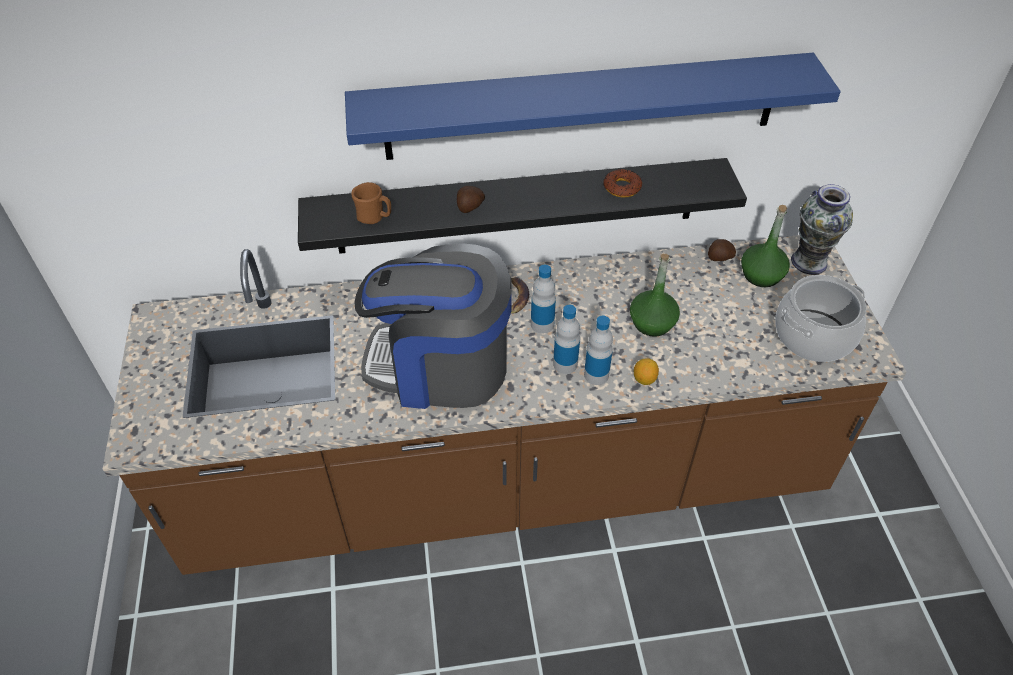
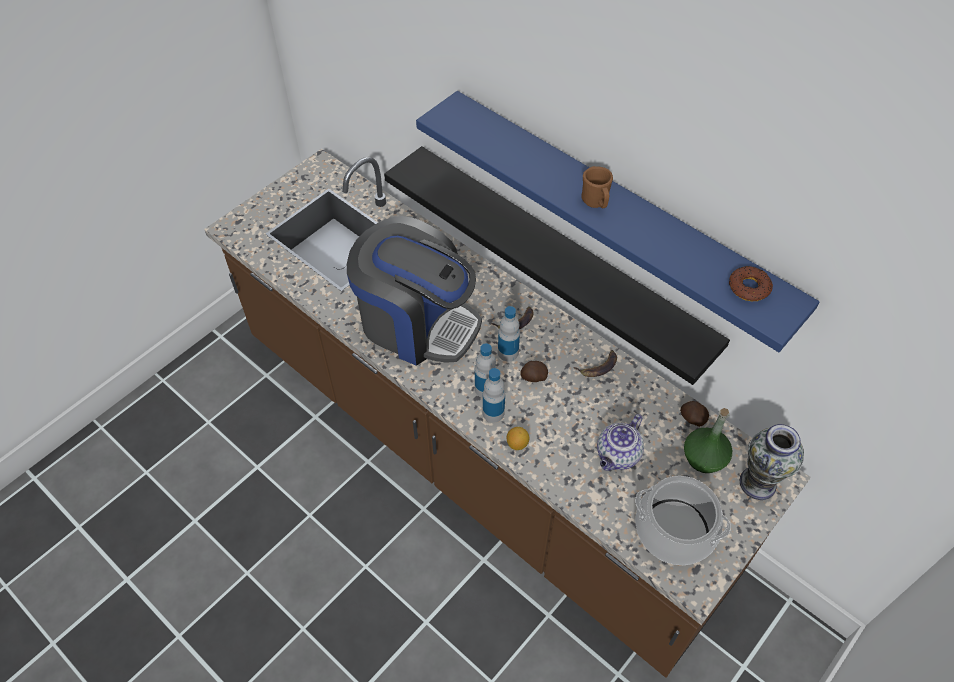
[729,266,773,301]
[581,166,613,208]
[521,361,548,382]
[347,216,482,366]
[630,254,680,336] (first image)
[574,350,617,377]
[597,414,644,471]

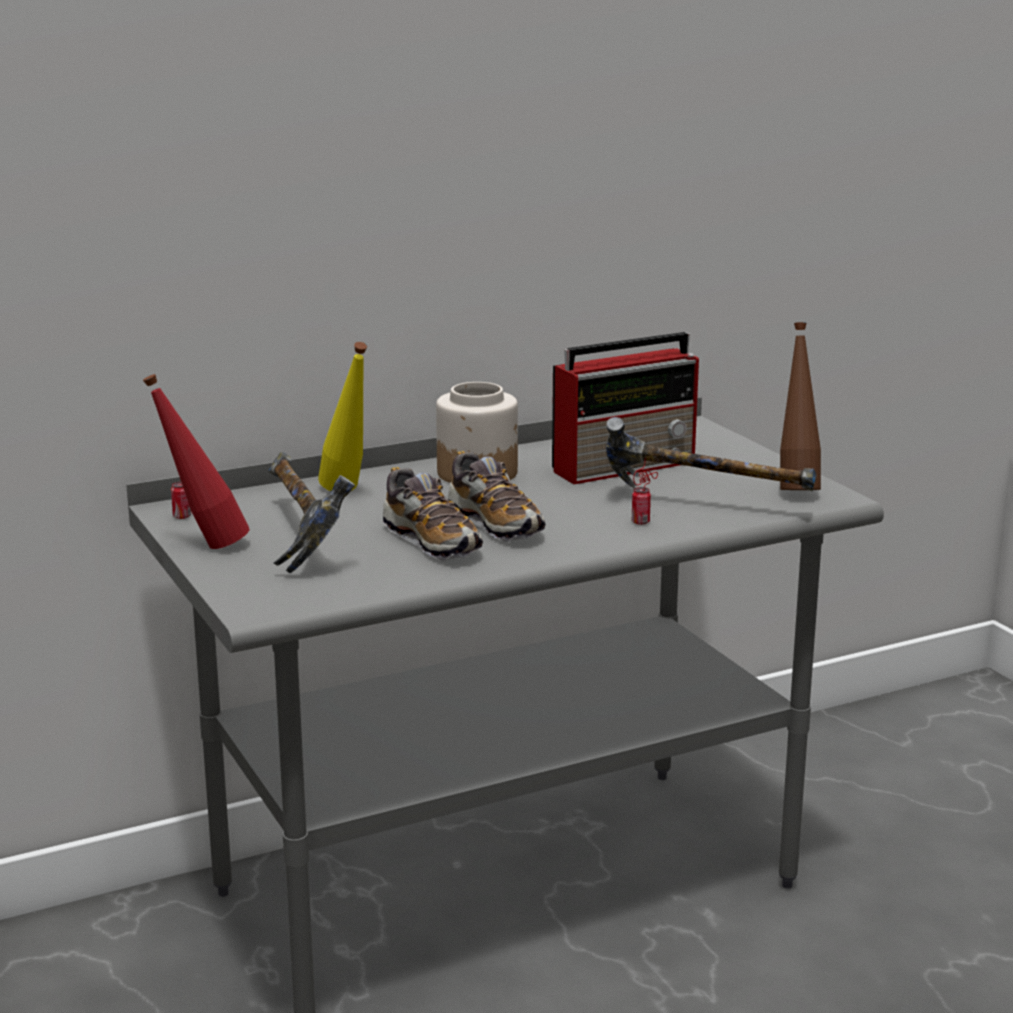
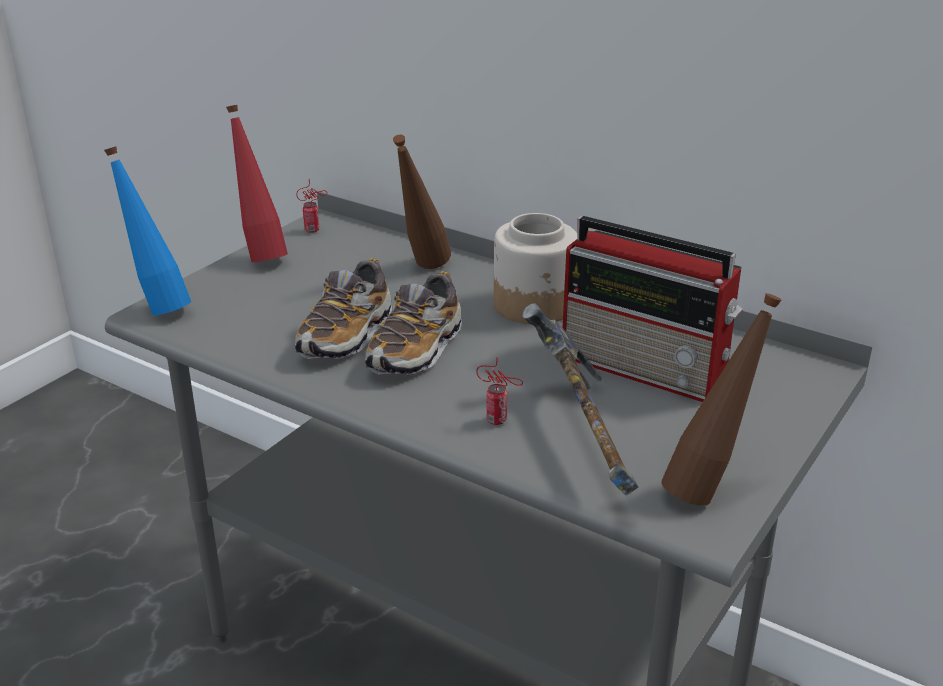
[393,135,451,269]
[268,452,355,573] (first image)
[104,146,191,316]

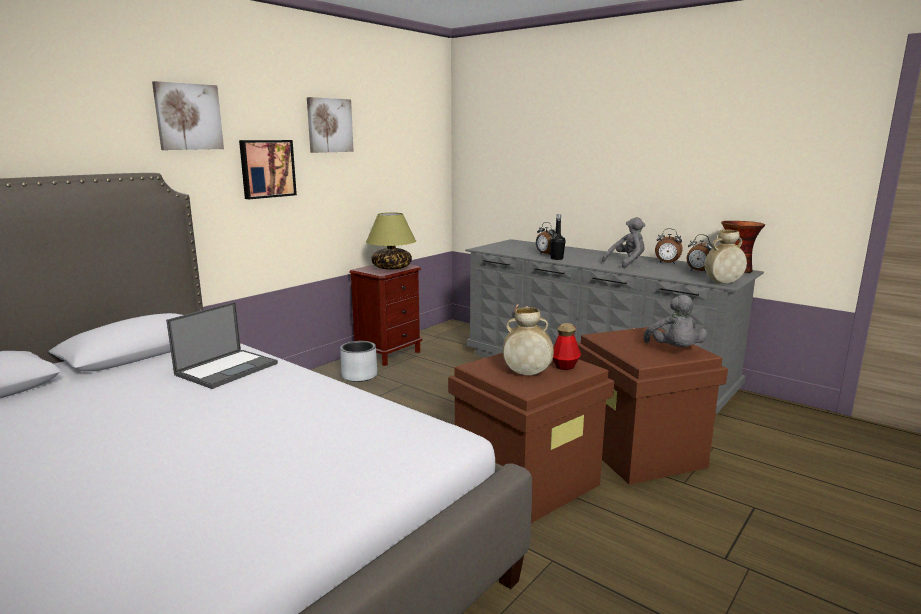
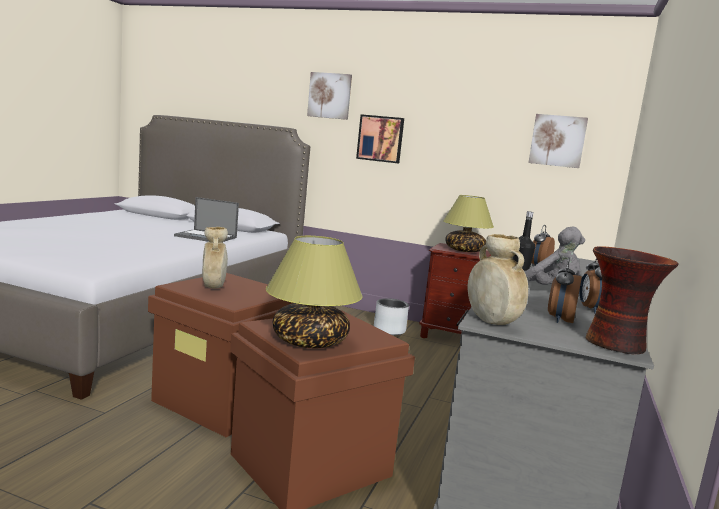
[528,114,588,168]
[266,236,362,348]
[553,323,581,370] (first image)

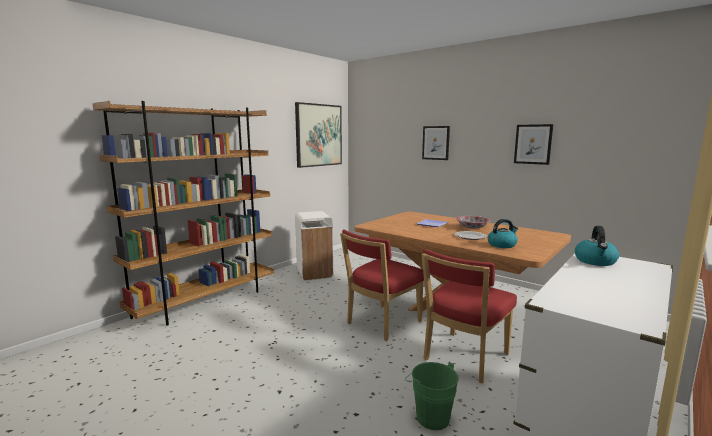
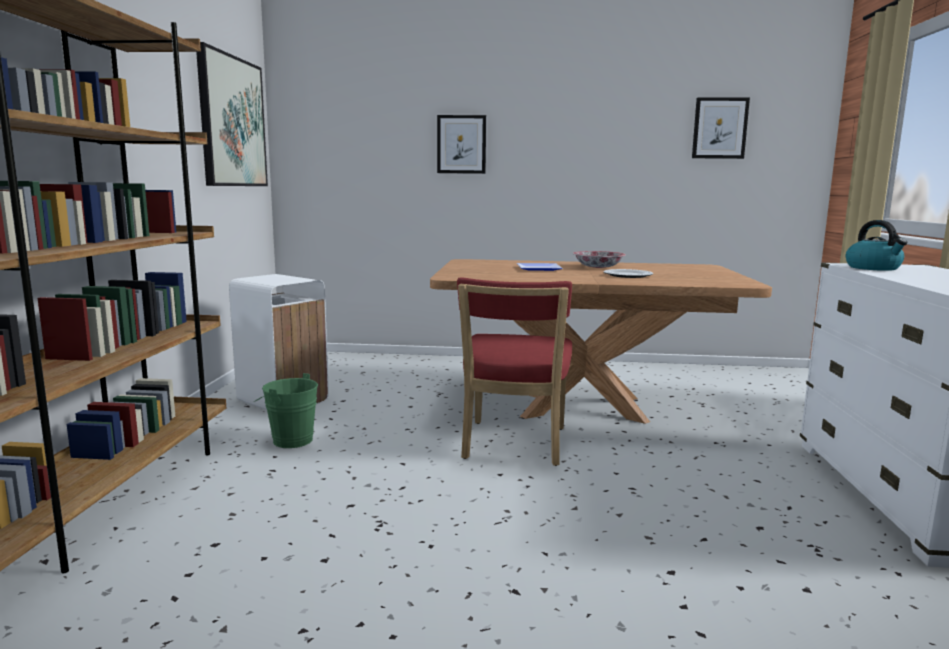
[692,98,750,159]
[488,219,518,248] (first image)
[422,249,517,383] (first image)
[254,373,318,448]

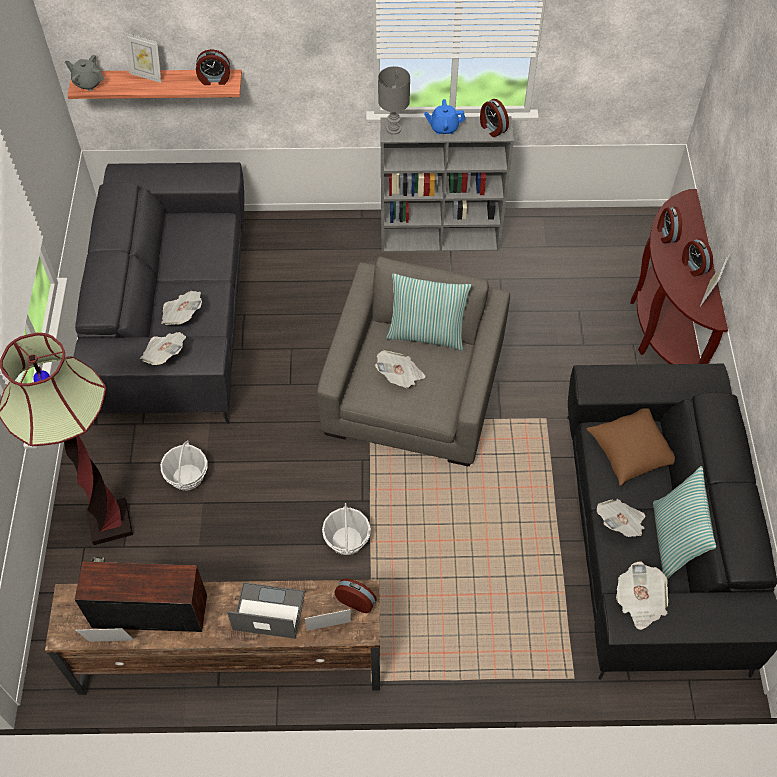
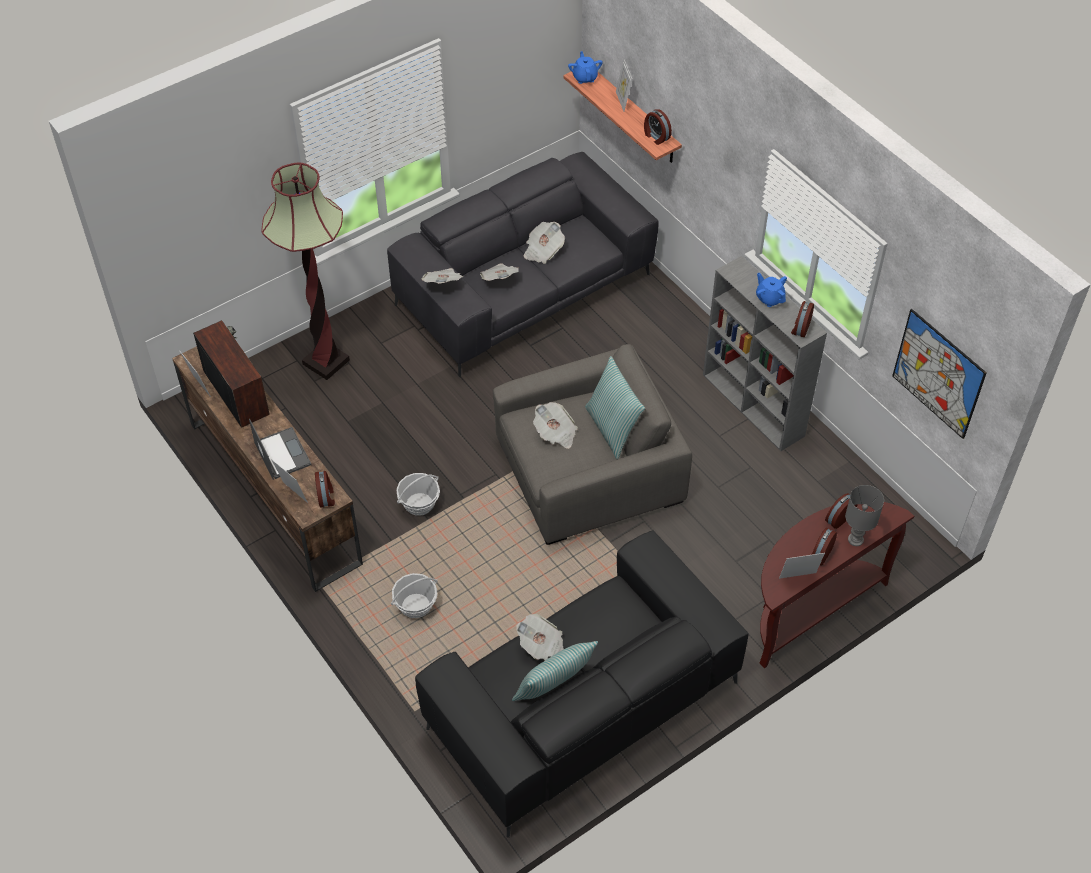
[568,51,603,84]
[845,485,884,546]
[586,408,675,486] (first image)
[391,573,437,618]
[524,222,565,264]
[892,309,987,439]

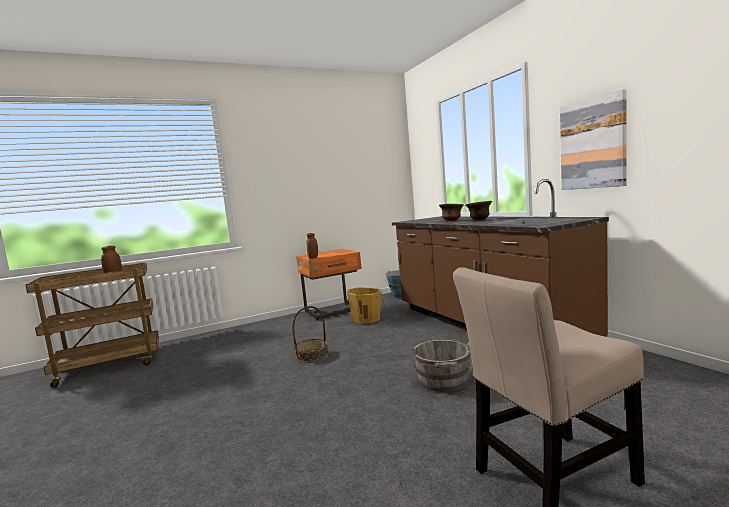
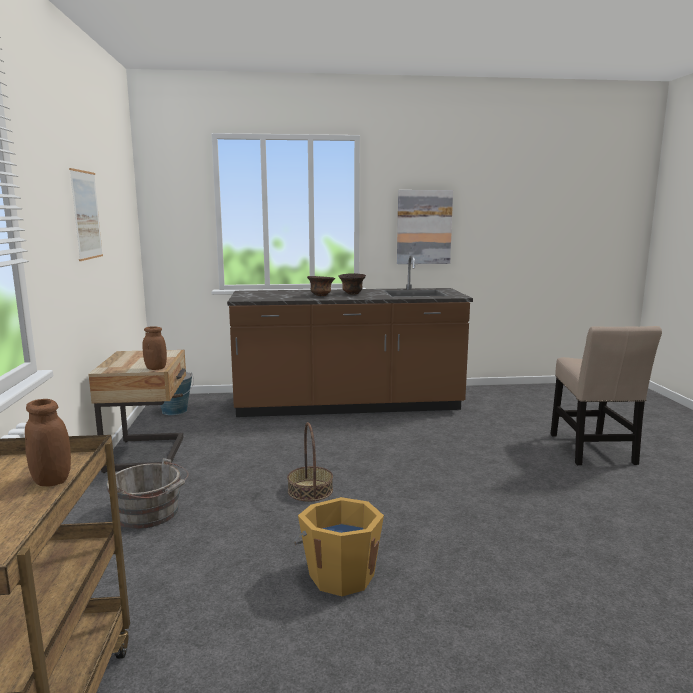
[88,350,186,473]
[294,497,384,596]
[106,458,189,529]
[69,168,103,261]

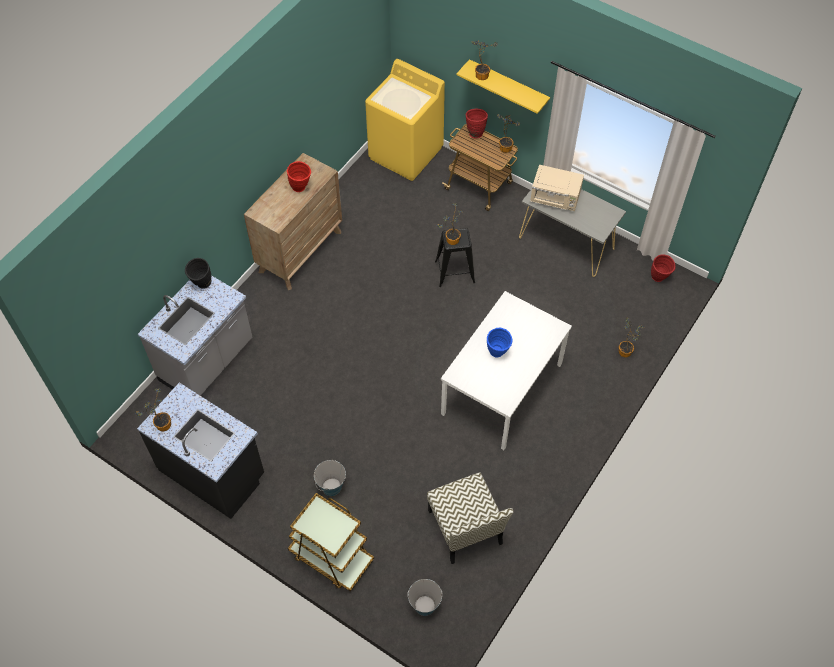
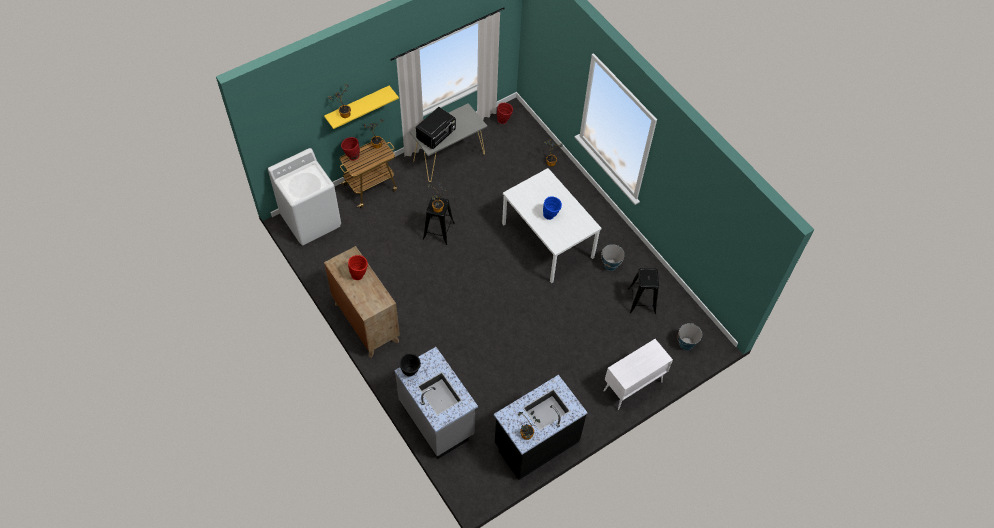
[268,148,341,245]
[416,107,456,149]
[601,244,625,271]
[628,268,659,314]
[604,339,673,410]

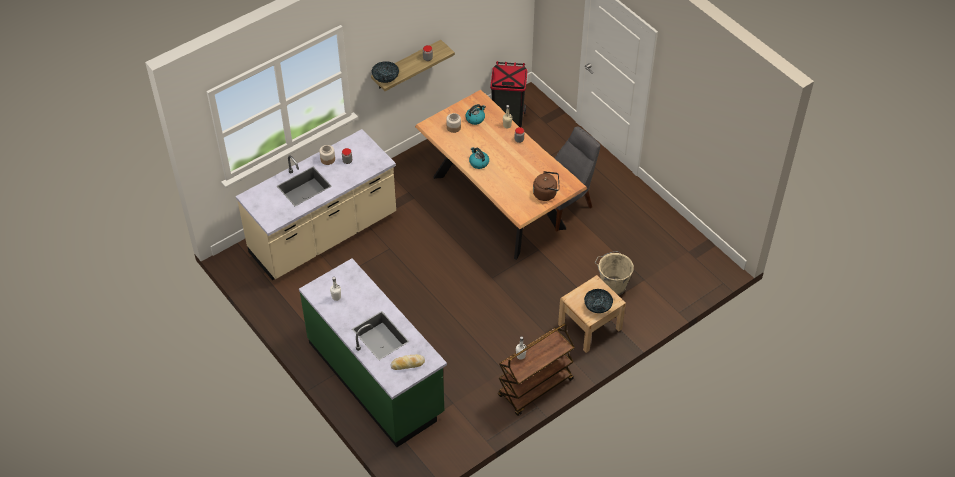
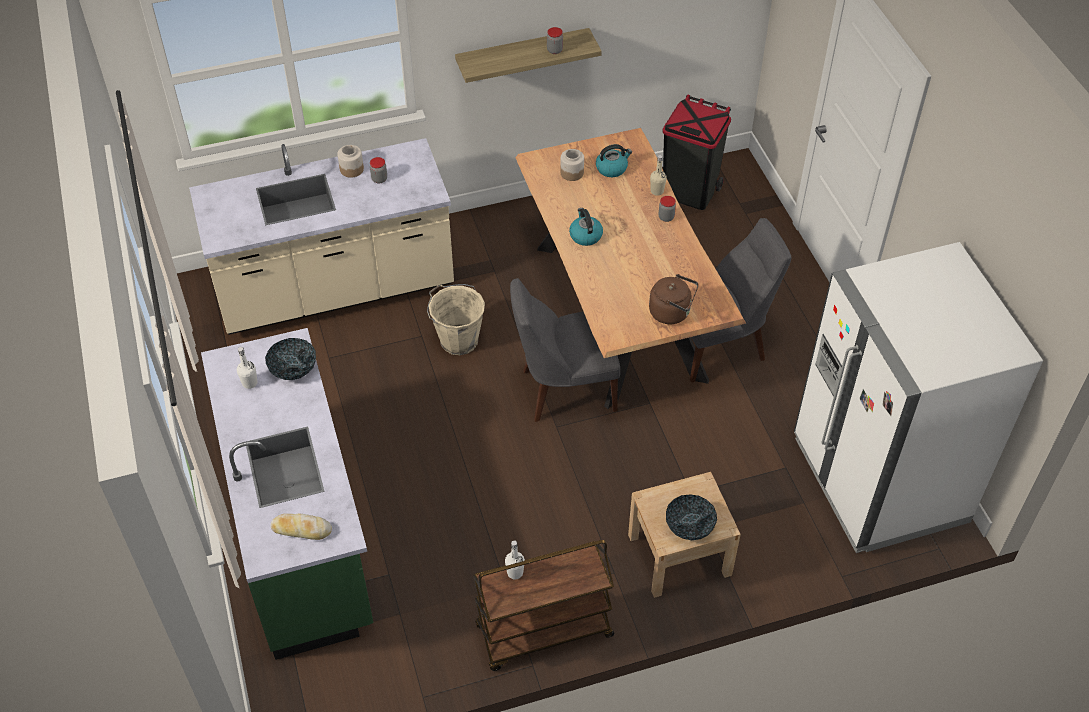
[265,338,316,380]
[427,284,485,355]
[794,242,1043,553]
[510,278,620,422]

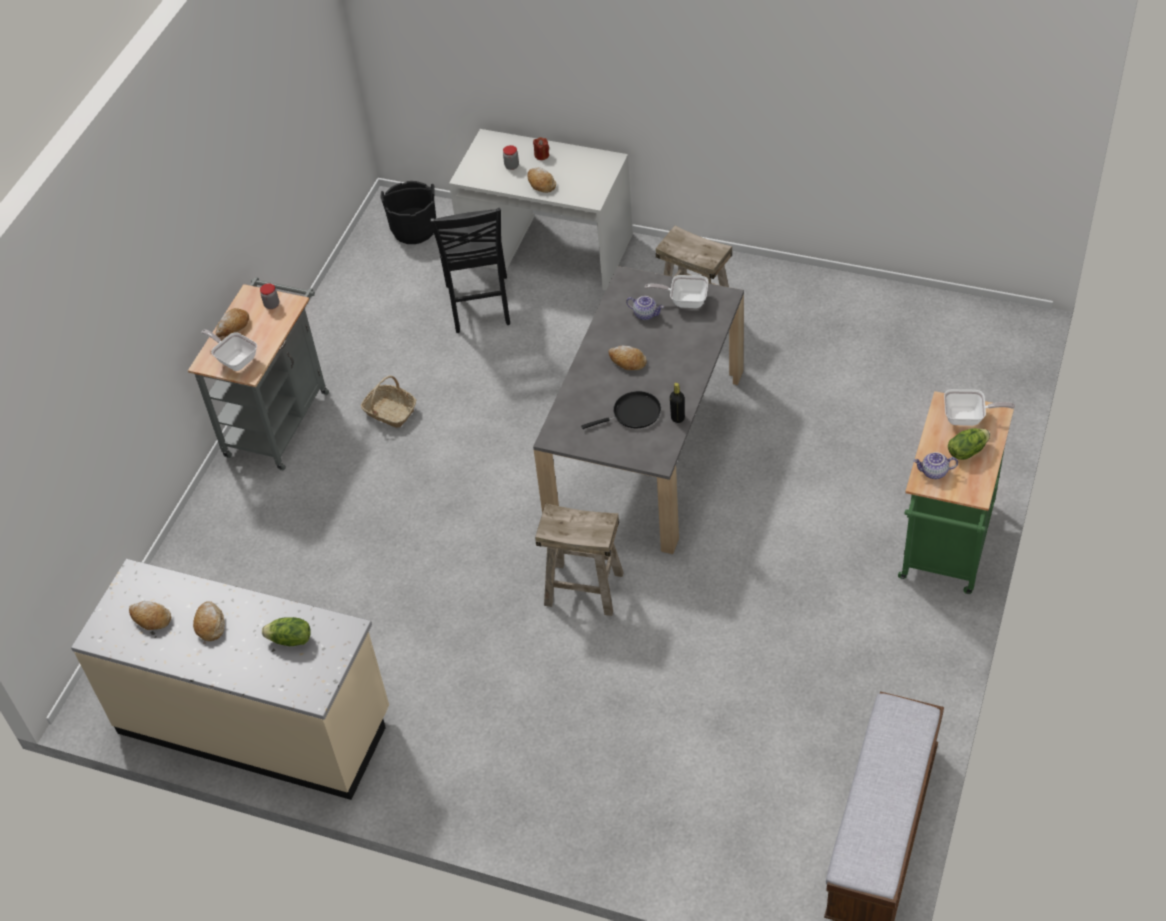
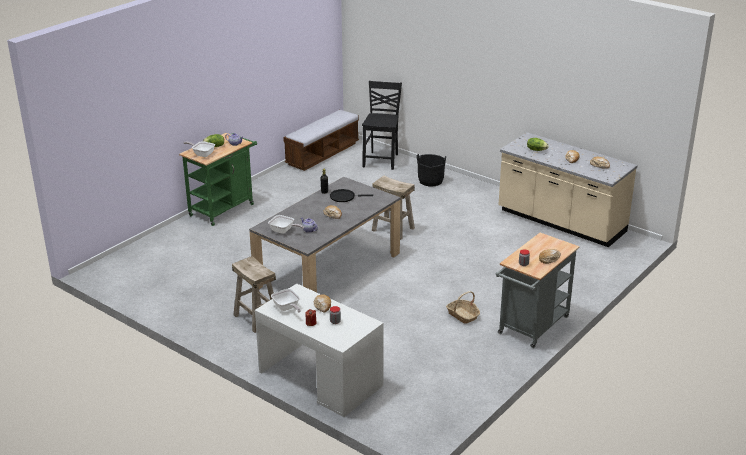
[416,154,446,187]
[362,81,402,170]
[271,289,301,313]

